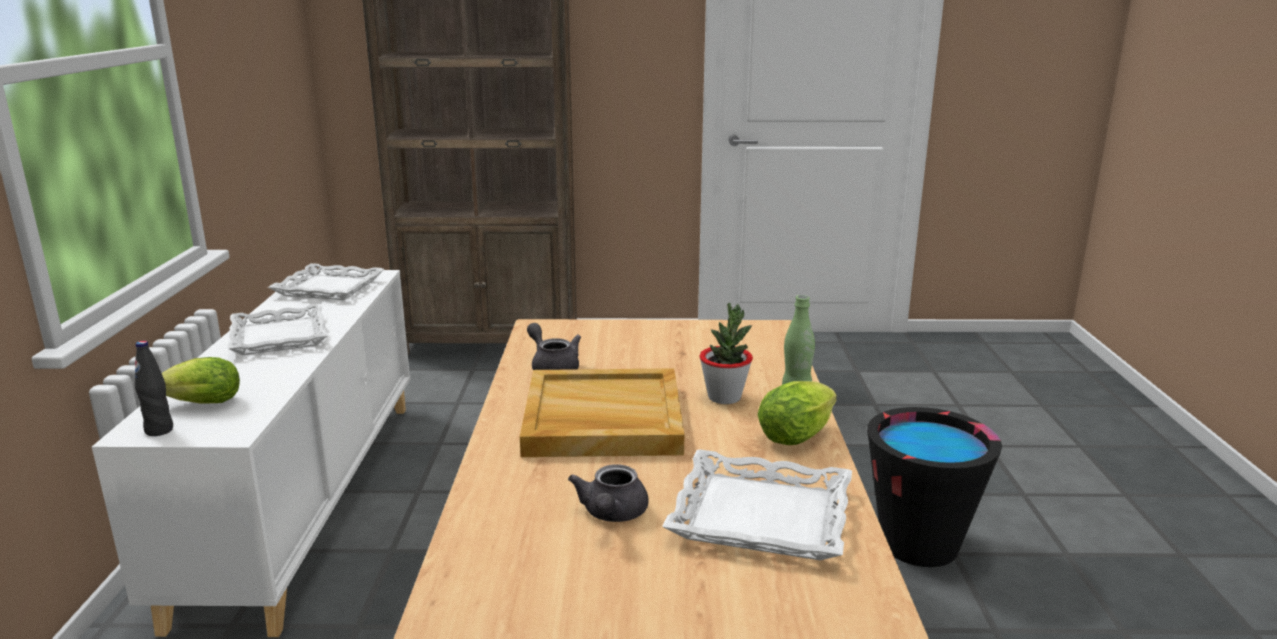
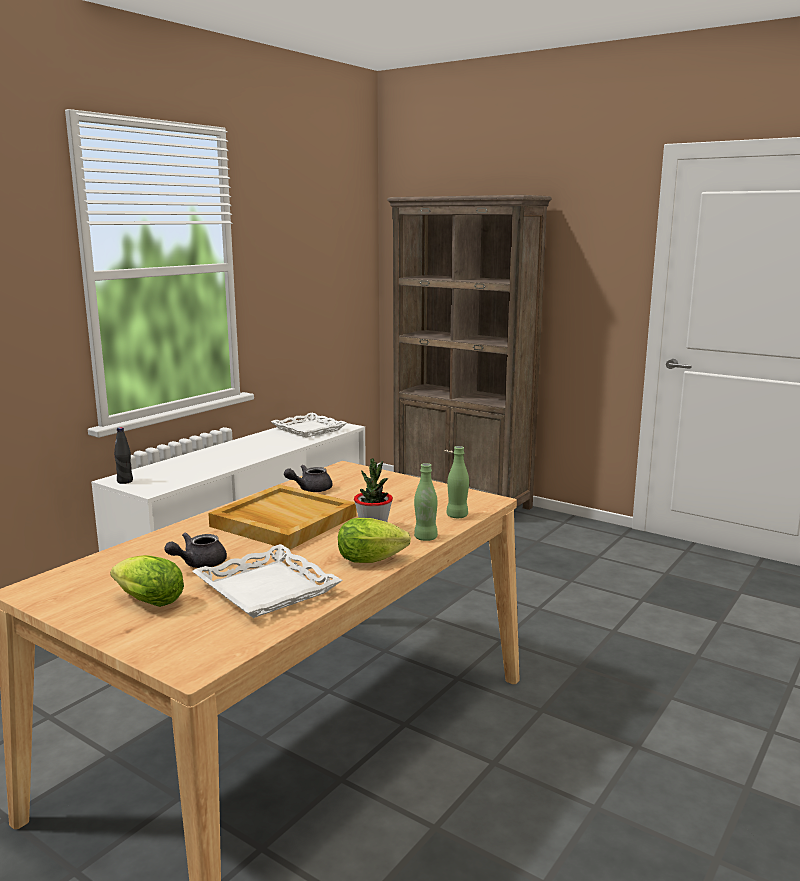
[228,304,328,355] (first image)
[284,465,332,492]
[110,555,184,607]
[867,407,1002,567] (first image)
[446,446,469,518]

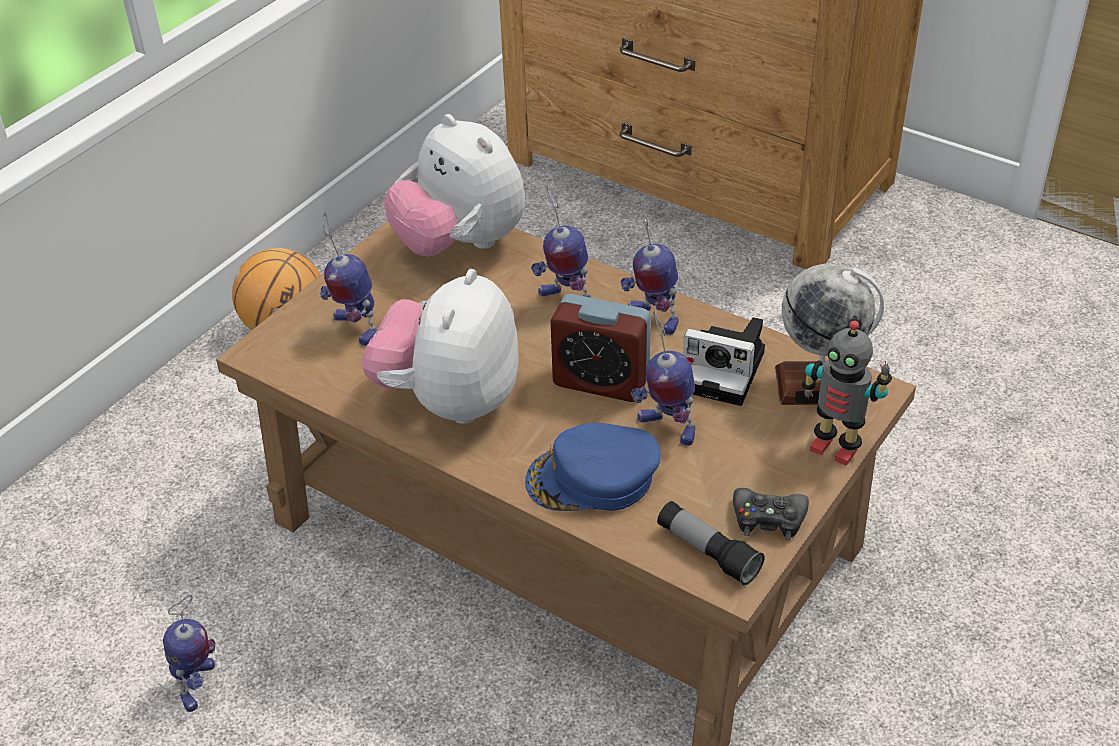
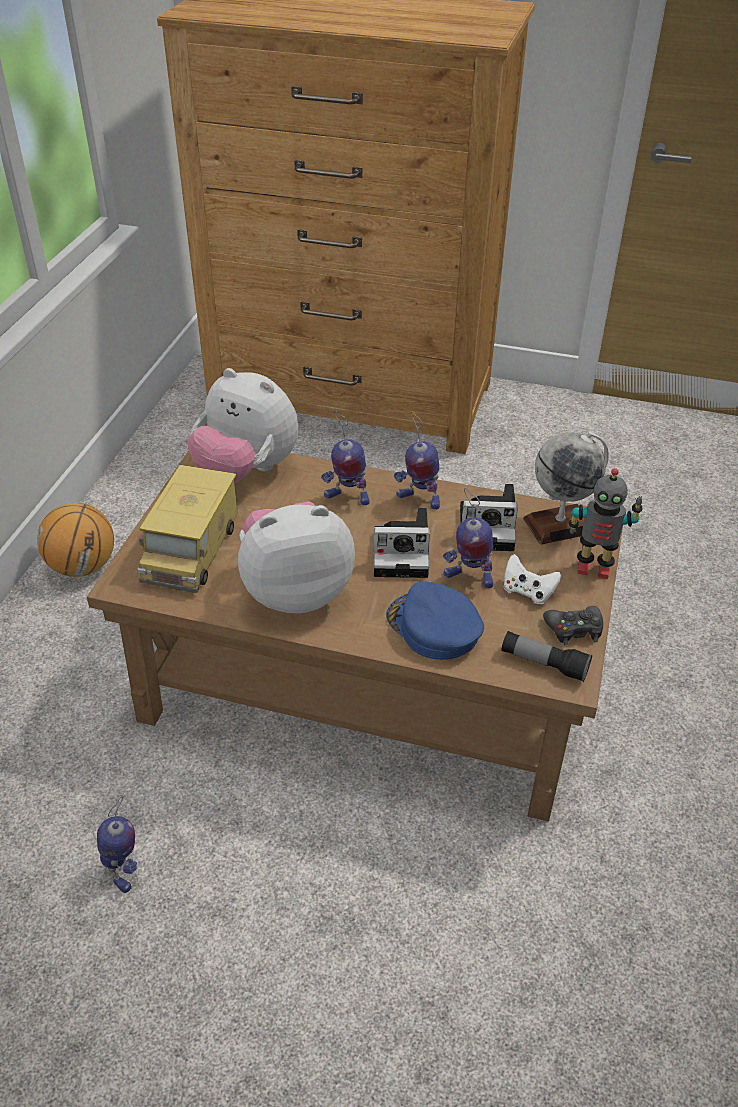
[137,465,238,593]
[238,501,355,613]
[374,508,430,578]
[386,581,484,660]
[503,554,561,604]

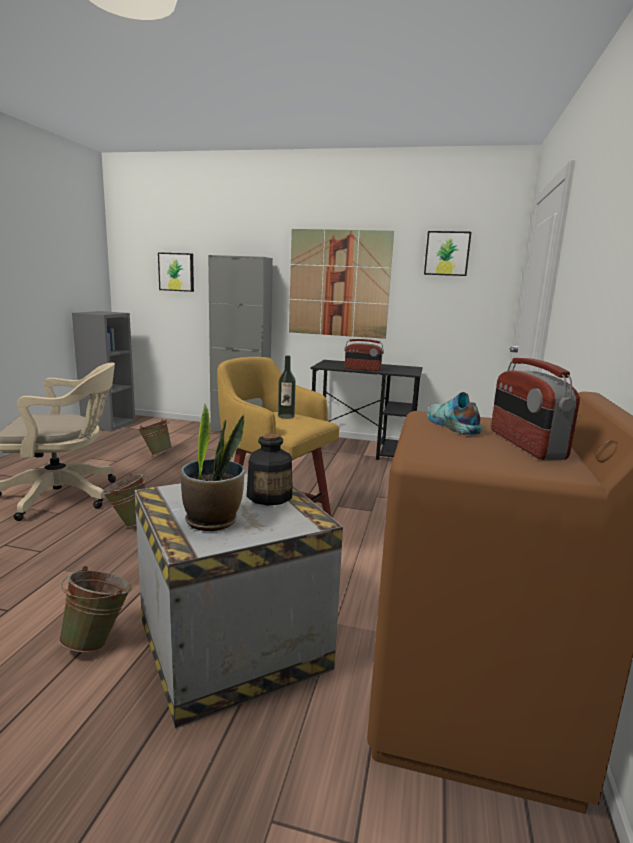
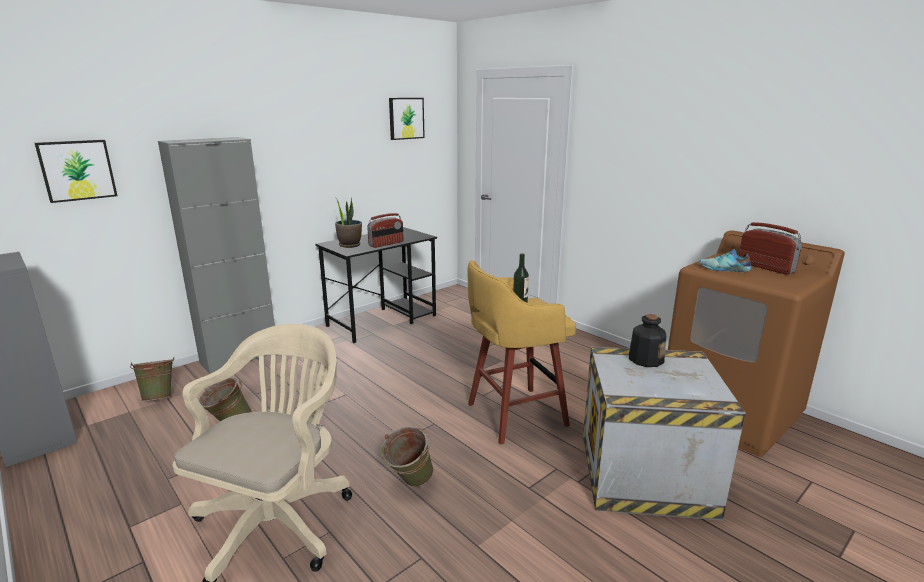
[289,229,394,339] (first image)
[739,222,802,275]
[335,197,362,248]
[130,357,174,401]

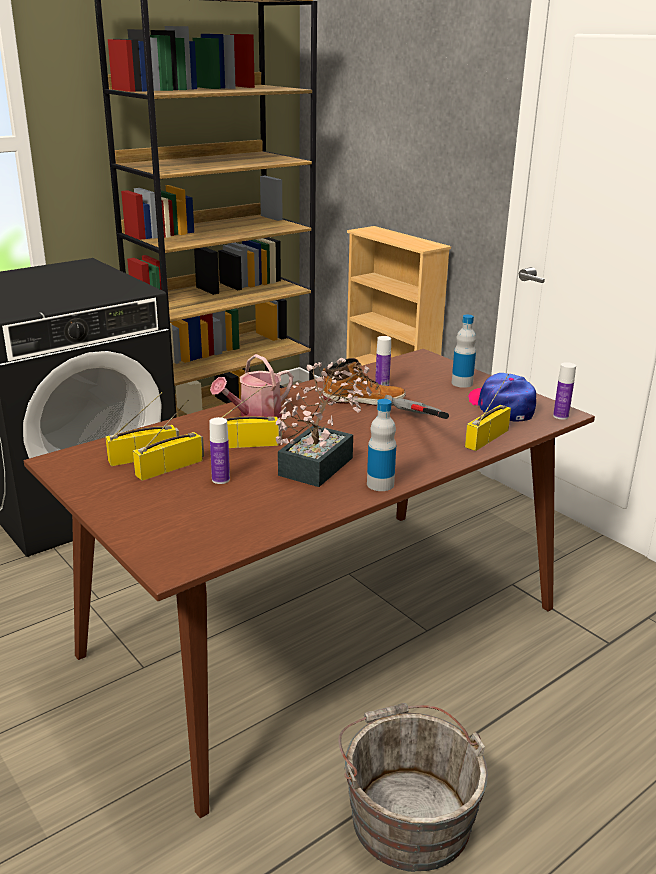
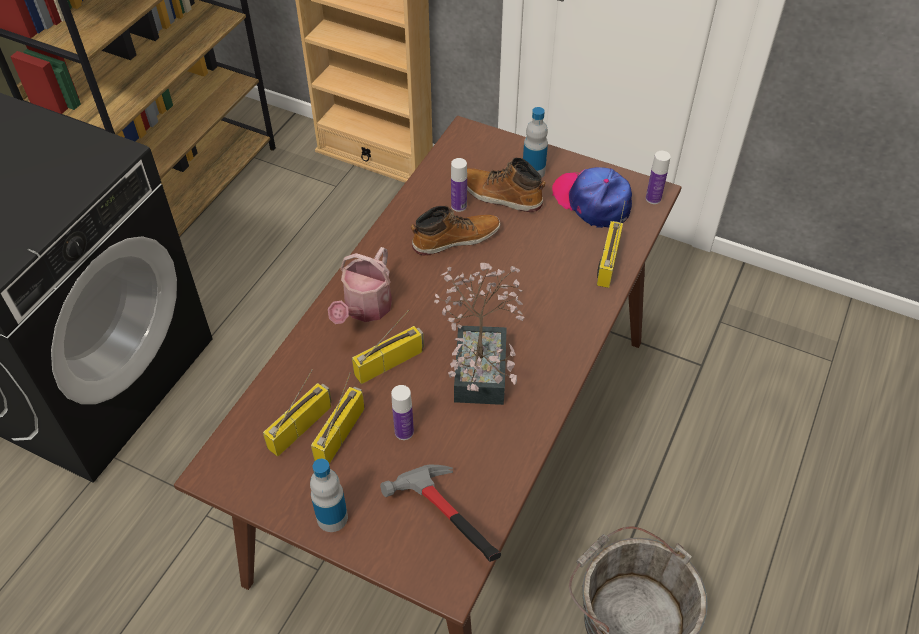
[380,465,501,562]
[310,459,348,532]
[467,158,546,212]

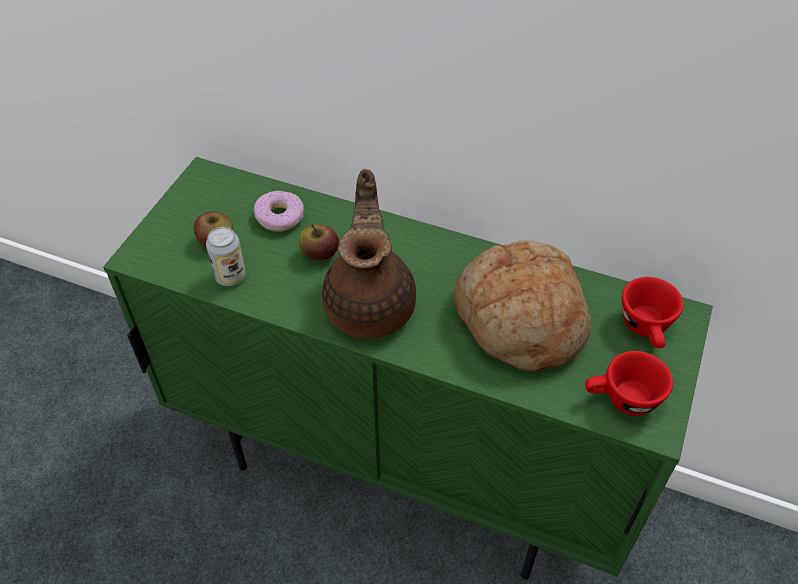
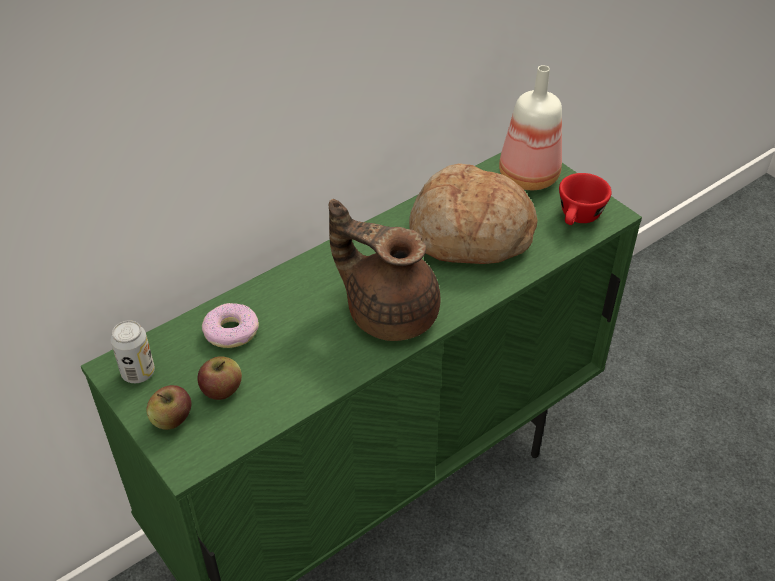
[146,385,191,430]
[110,321,155,383]
[499,65,562,190]

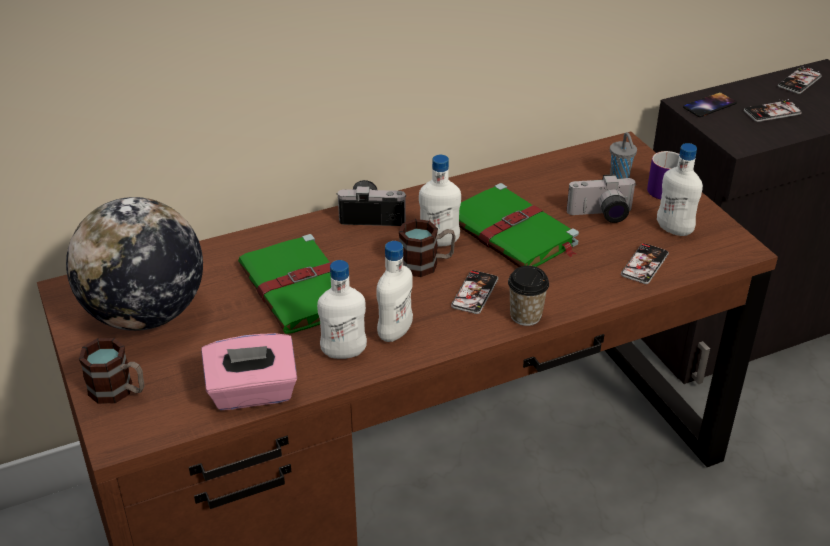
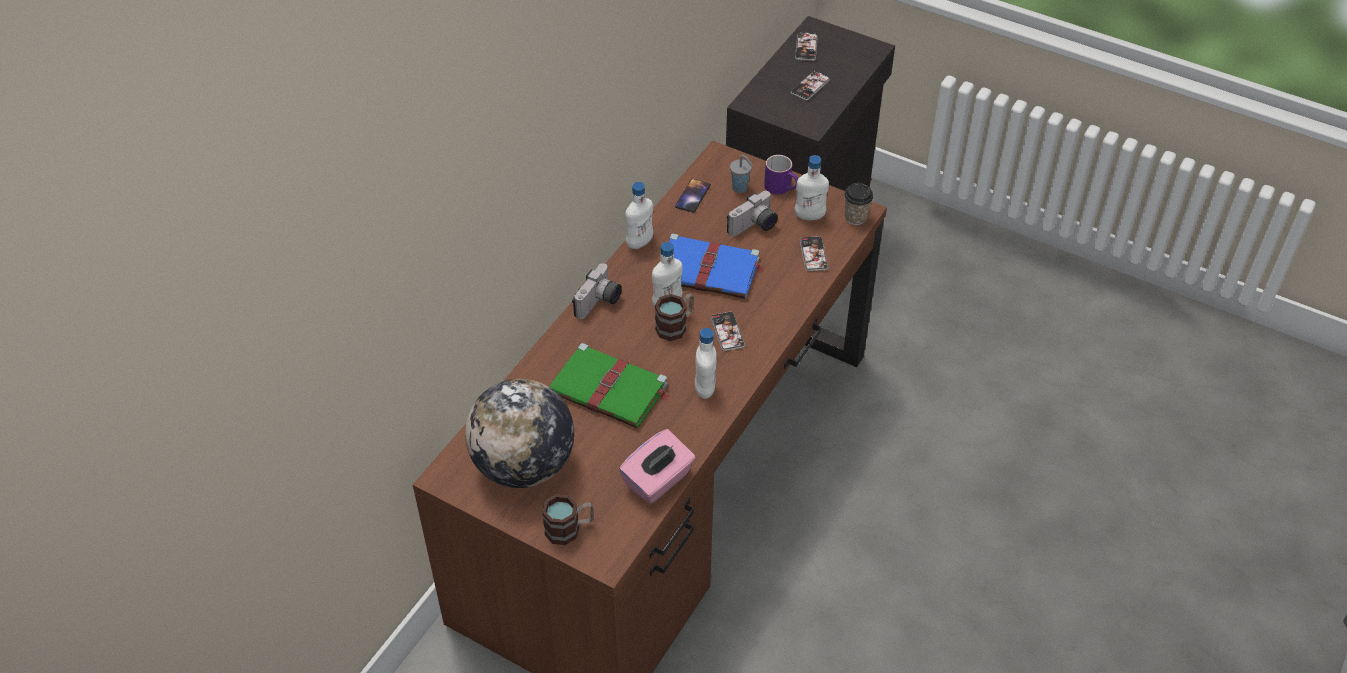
[675,179,711,213]
[572,263,622,319]
[669,233,766,299]
[625,182,654,249]
[844,183,873,225]

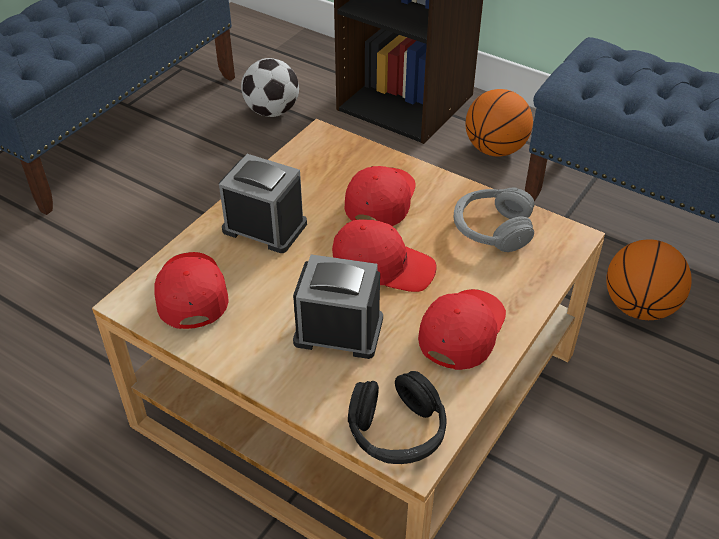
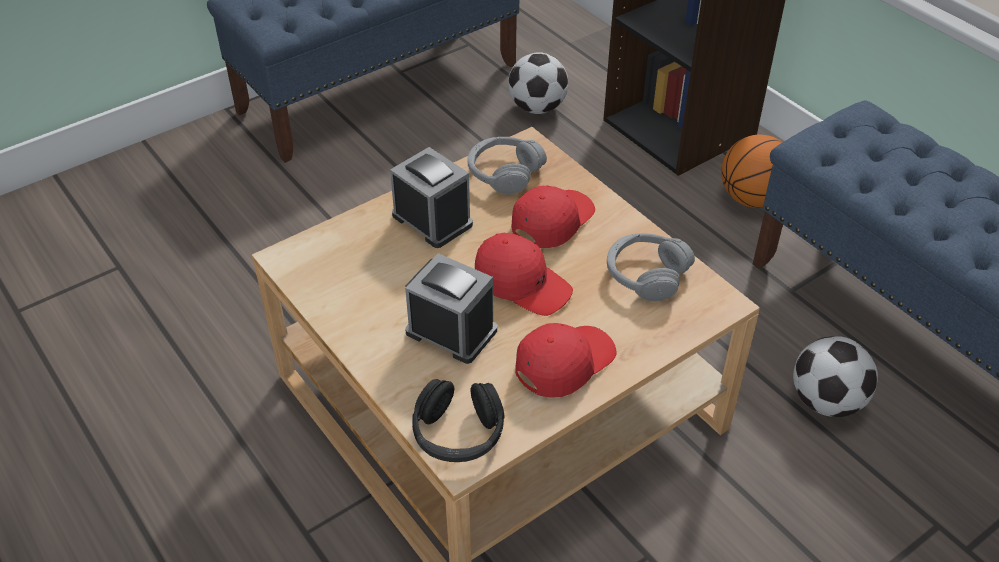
[793,336,878,417]
[154,252,229,329] (first image)
[467,137,547,195]

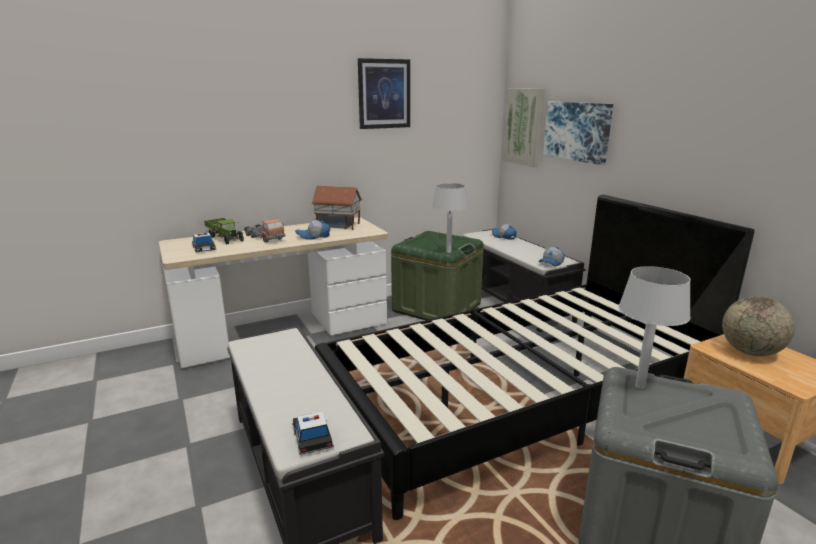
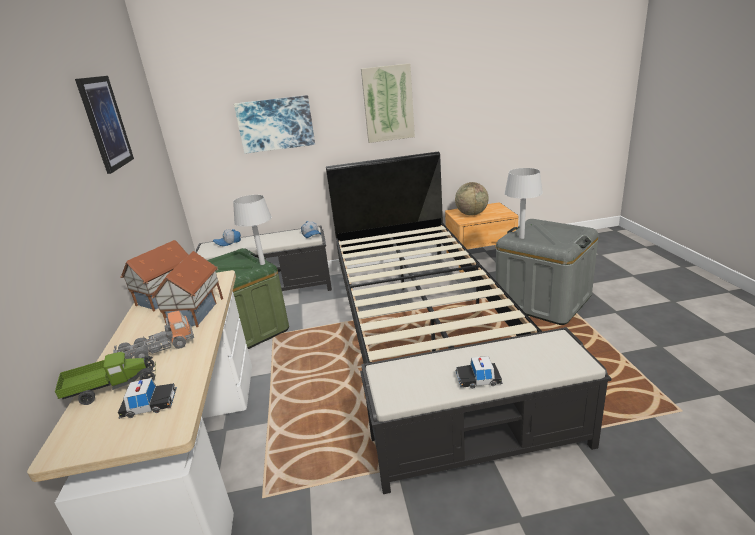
[361,63,415,143]
[152,251,223,327]
[456,356,503,389]

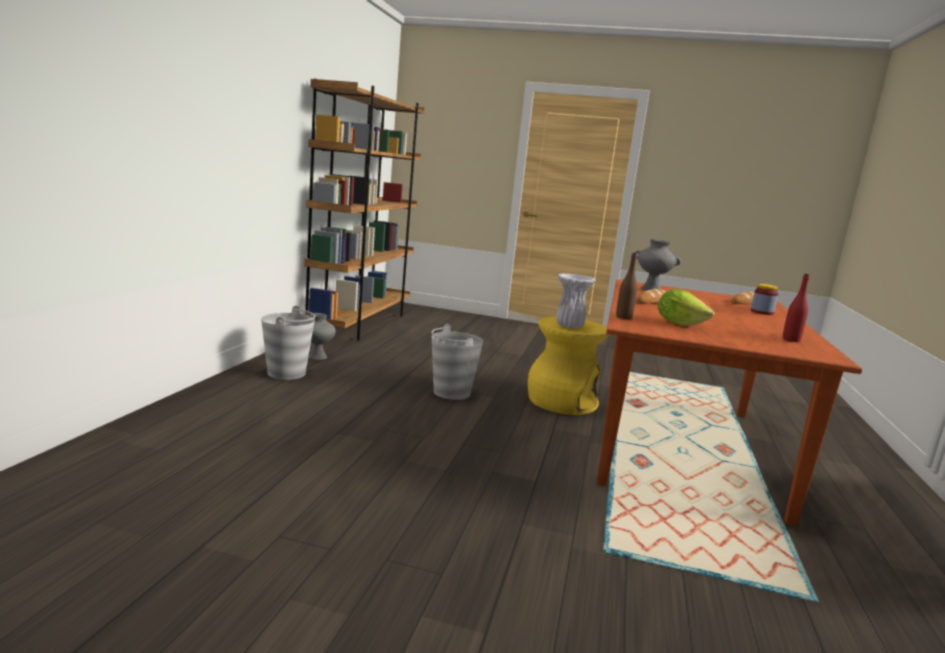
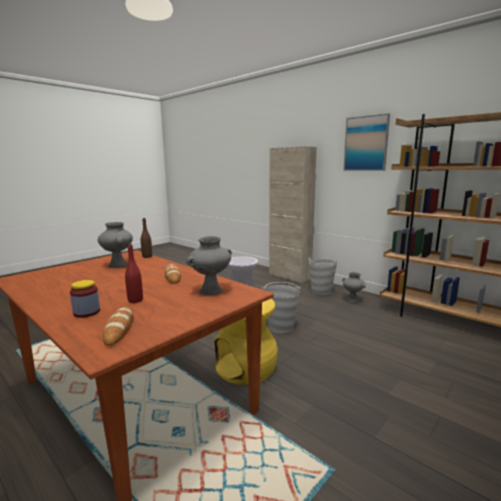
[125,244,143,303]
[98,222,133,268]
[343,113,390,171]
[269,146,317,283]

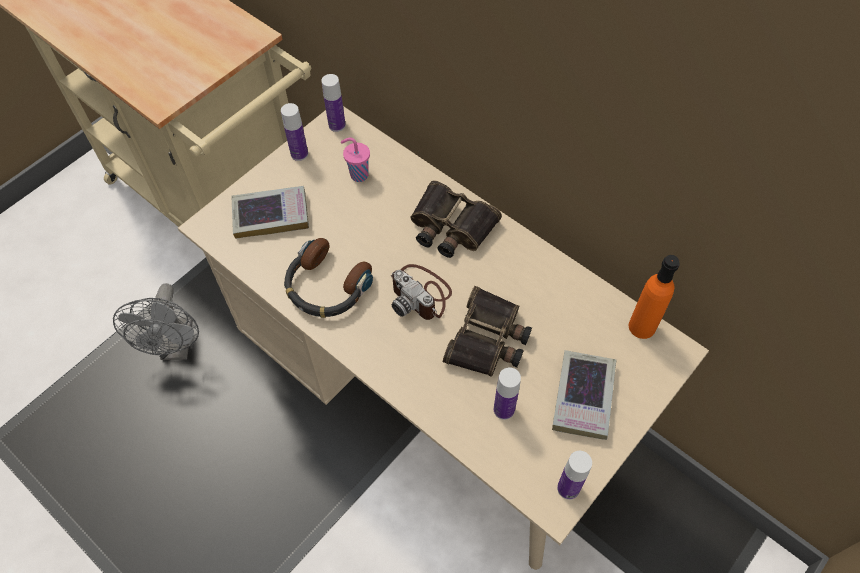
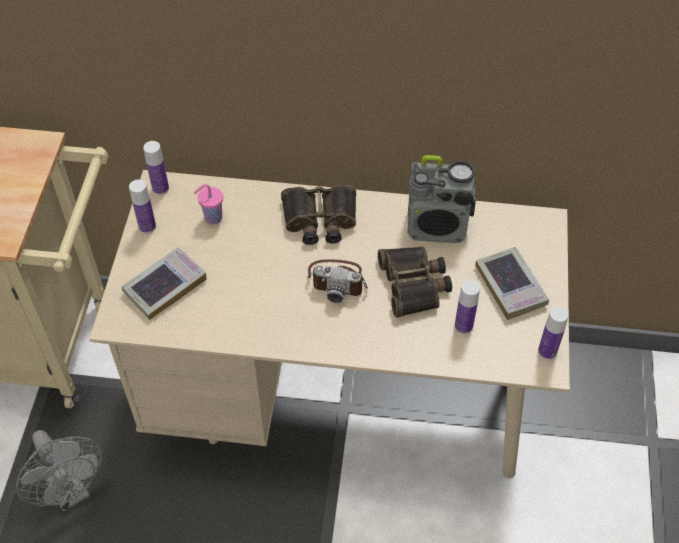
[284,238,373,318] (first image)
[629,255,679,339] (first image)
[408,155,476,243]

